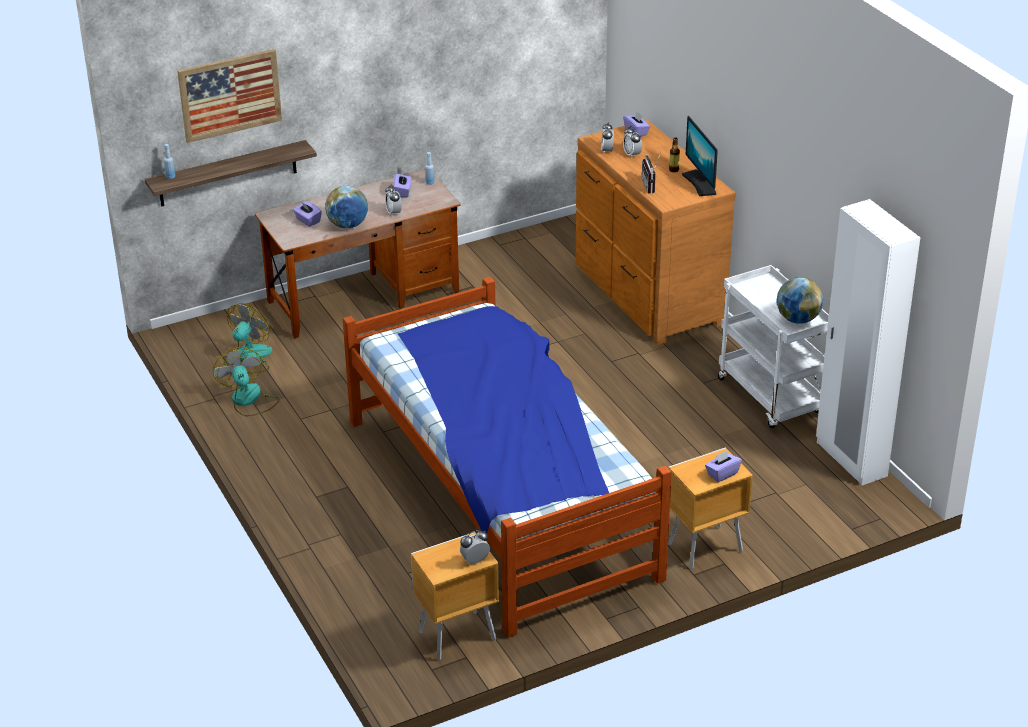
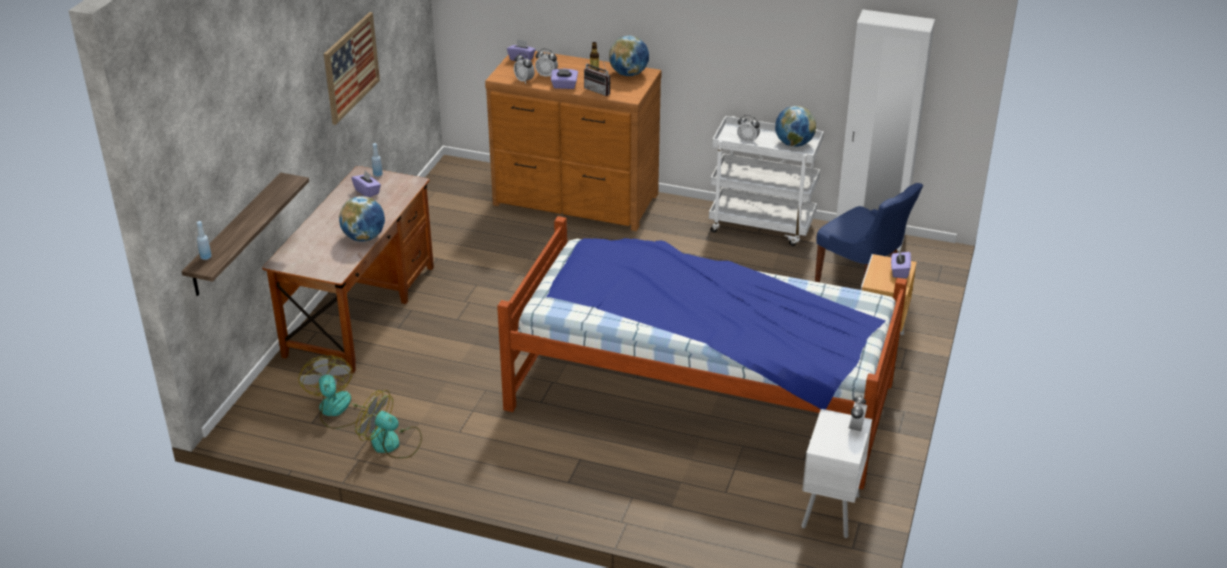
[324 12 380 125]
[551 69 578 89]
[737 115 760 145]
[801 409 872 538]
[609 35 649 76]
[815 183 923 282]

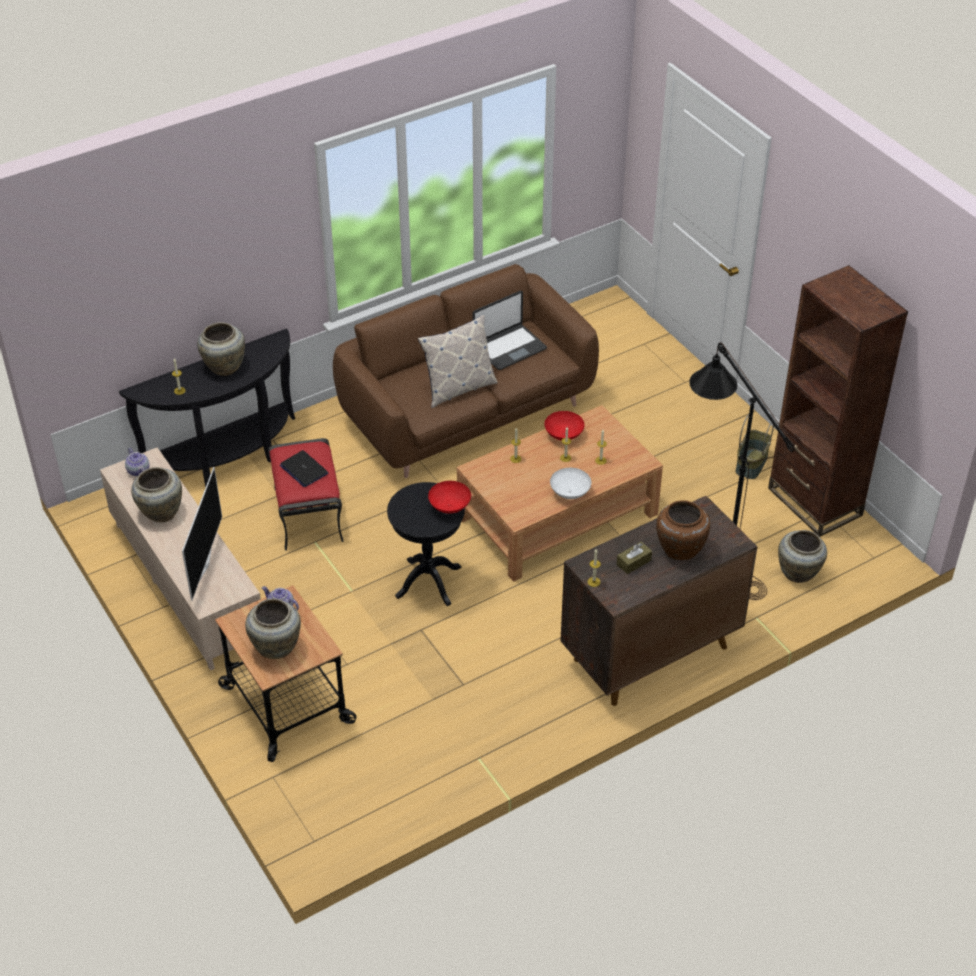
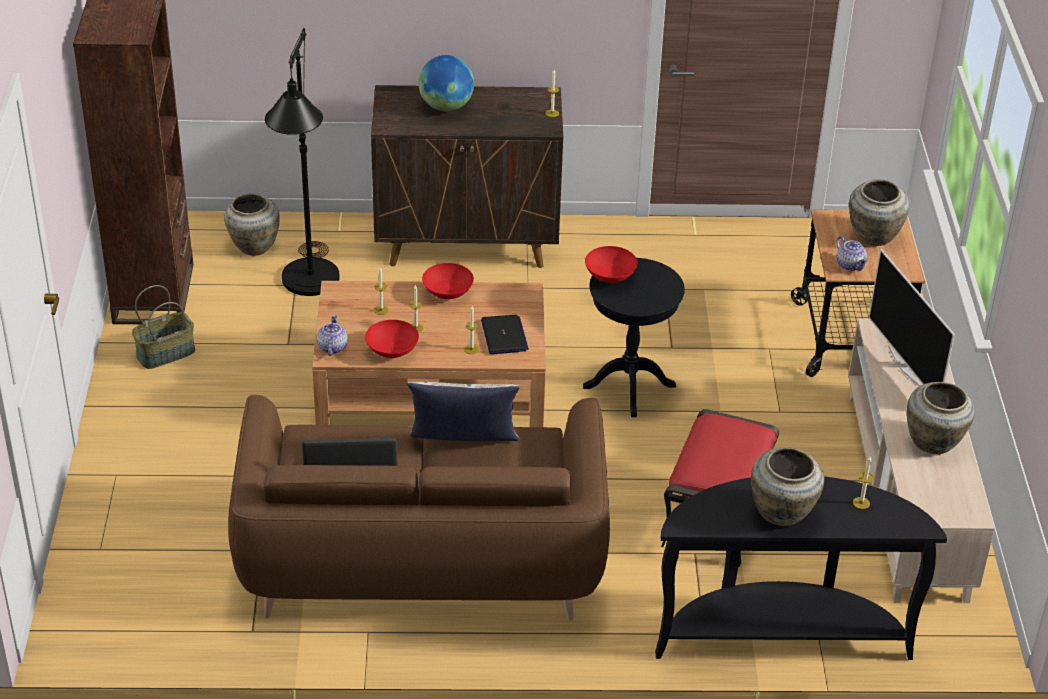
[317 315 348 356]
[869 249 955 386]
[481 315 529 354]
[422 263 474 299]
[617 542 652 574] (first image)
[418 55 474 111]

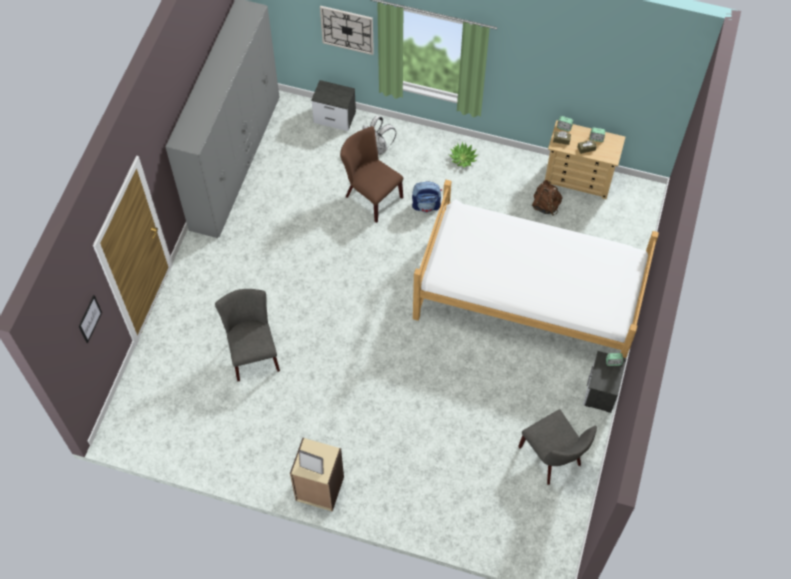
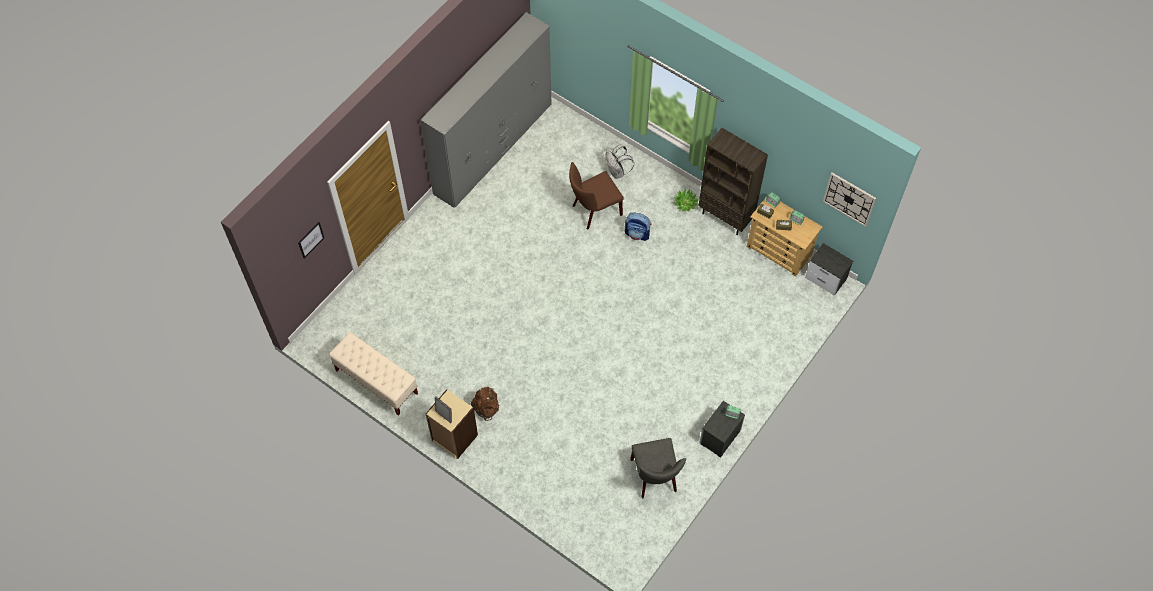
[215 289 280 382] (first image)
[805 243 853 296]
[823 173 876 227]
[569 162 624 229]
[413 180 659 358] (first image)
[470 387 499 421]
[329 332 418 416]
[698 128 768 235]

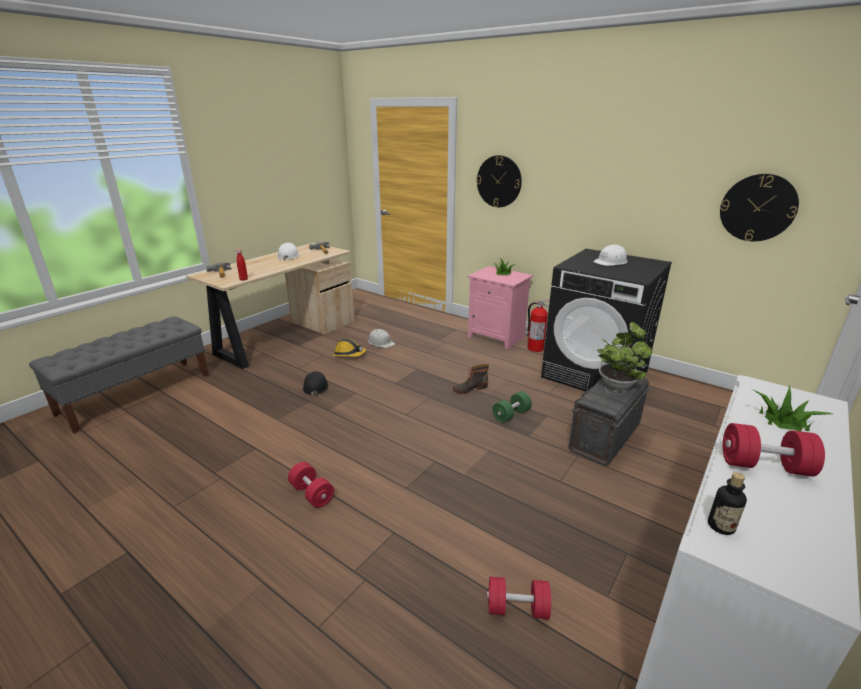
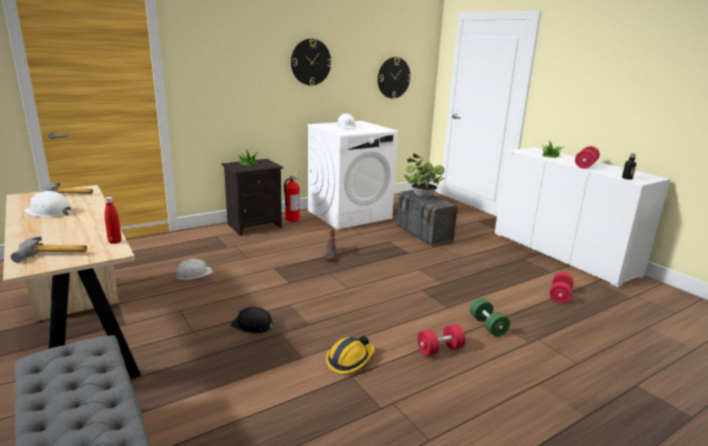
[326 335 374 374]
[222 159 283 236]
[291 39 332 85]
[470 298 510 336]
[307 121 398 230]

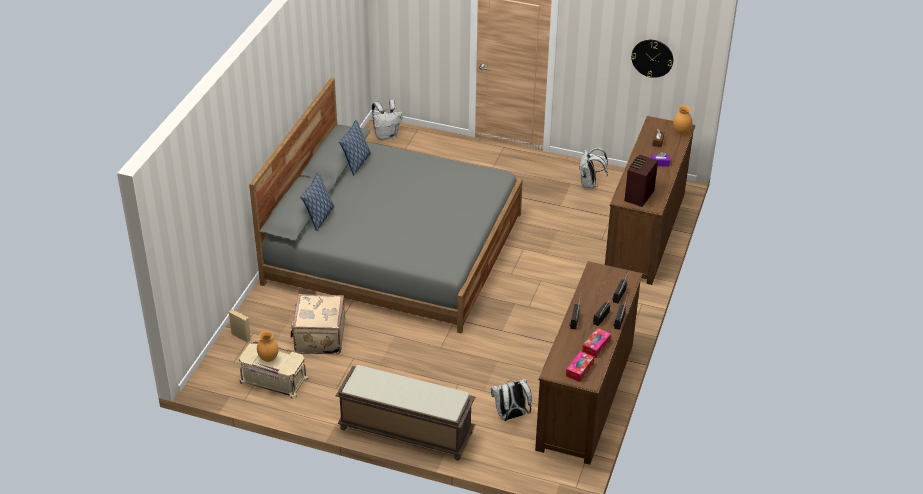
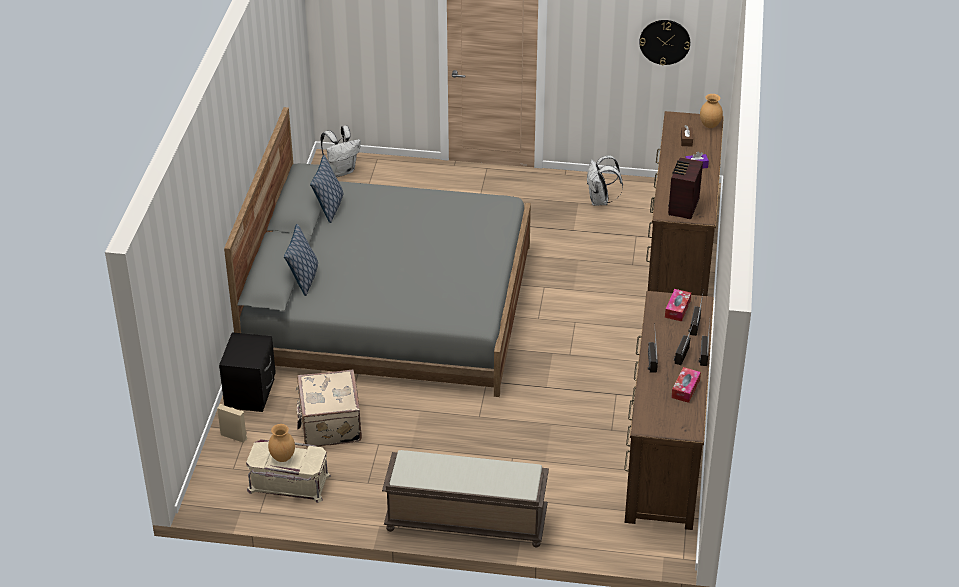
[491 379 532 421] (first image)
[665 289 691 322]
[219 332 276 412]

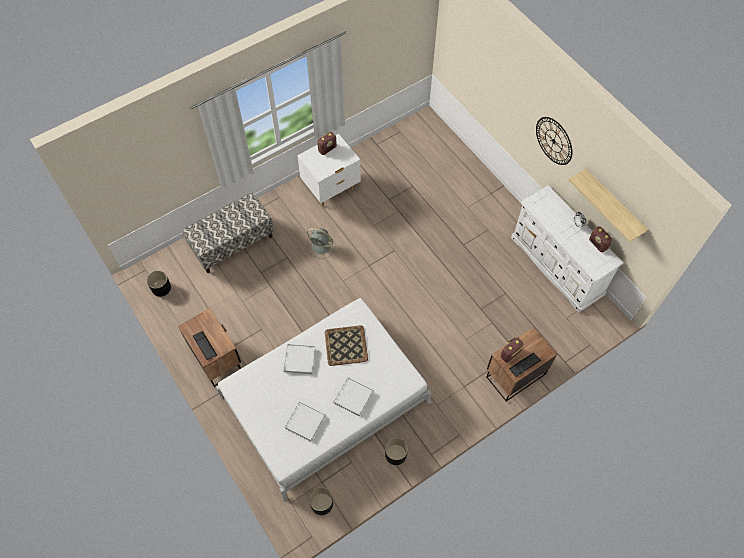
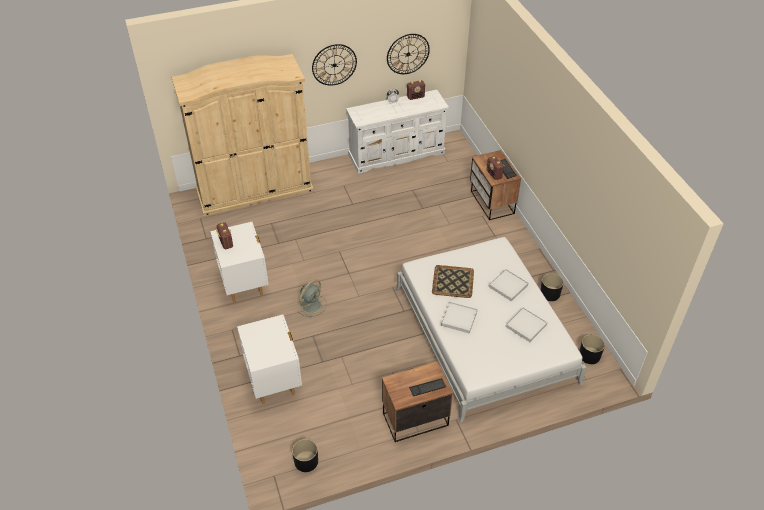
[237 314 302 404]
[387 34 430 74]
[171 54 314 216]

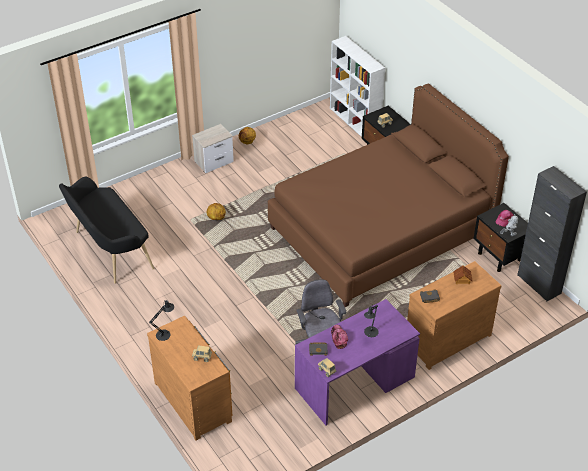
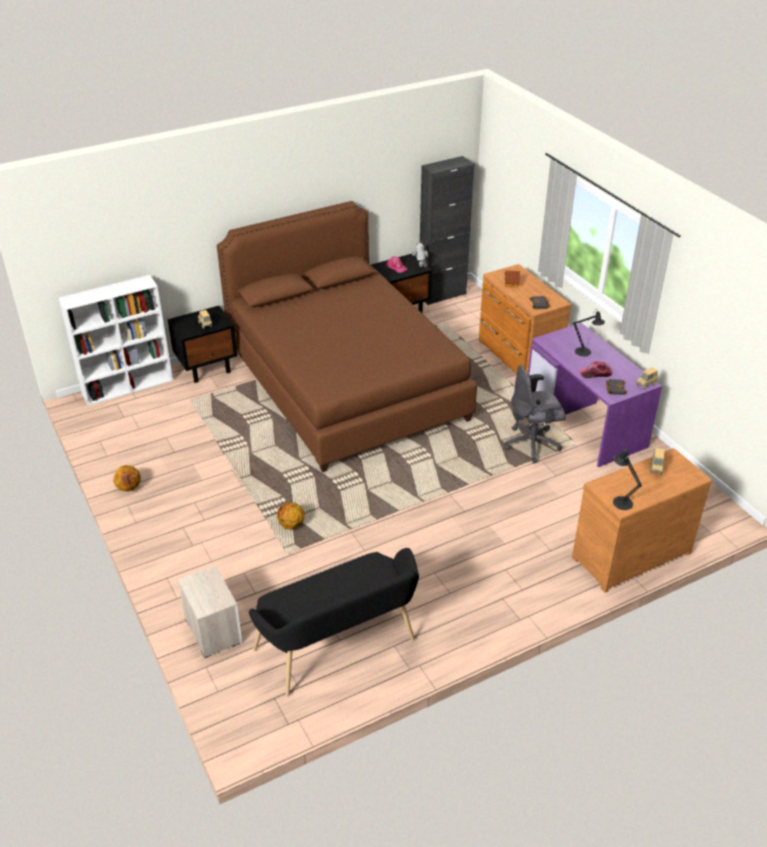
[178 565 242 658]

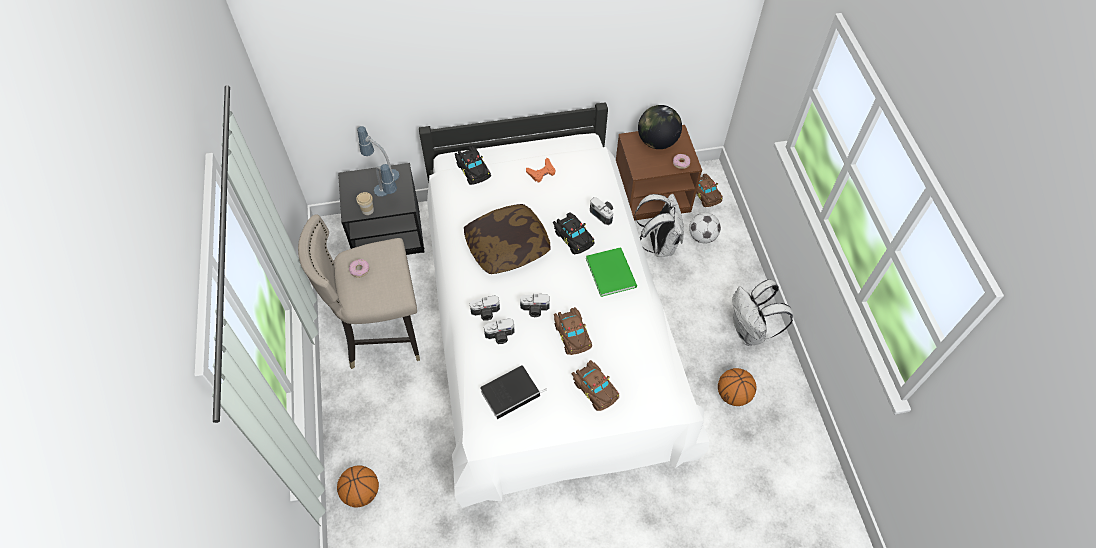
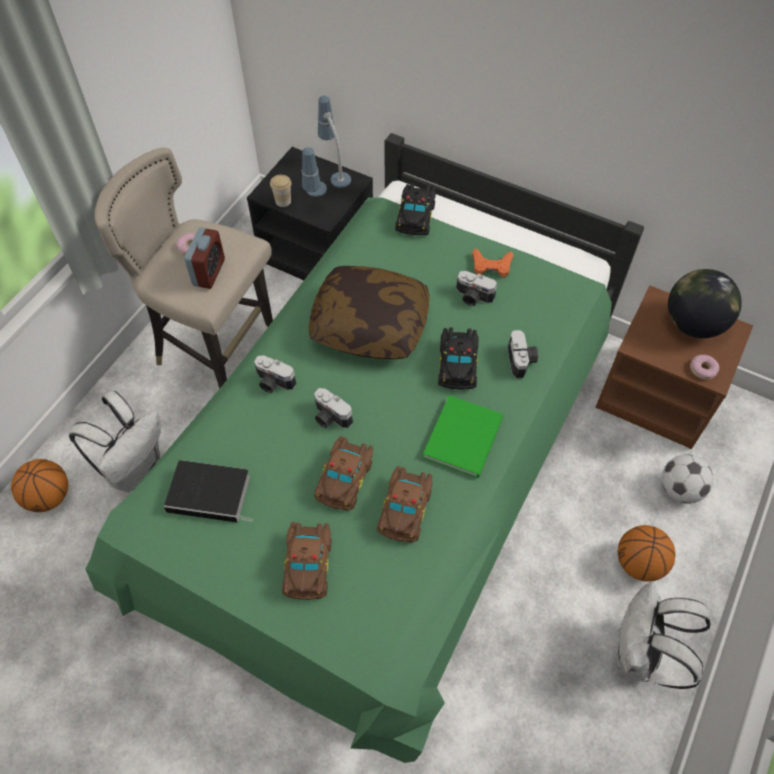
[85 133 644 763]
[456 271 497 306]
[69 391 161 492]
[377 466 433 542]
[618 525 676 582]
[184 228 225 289]

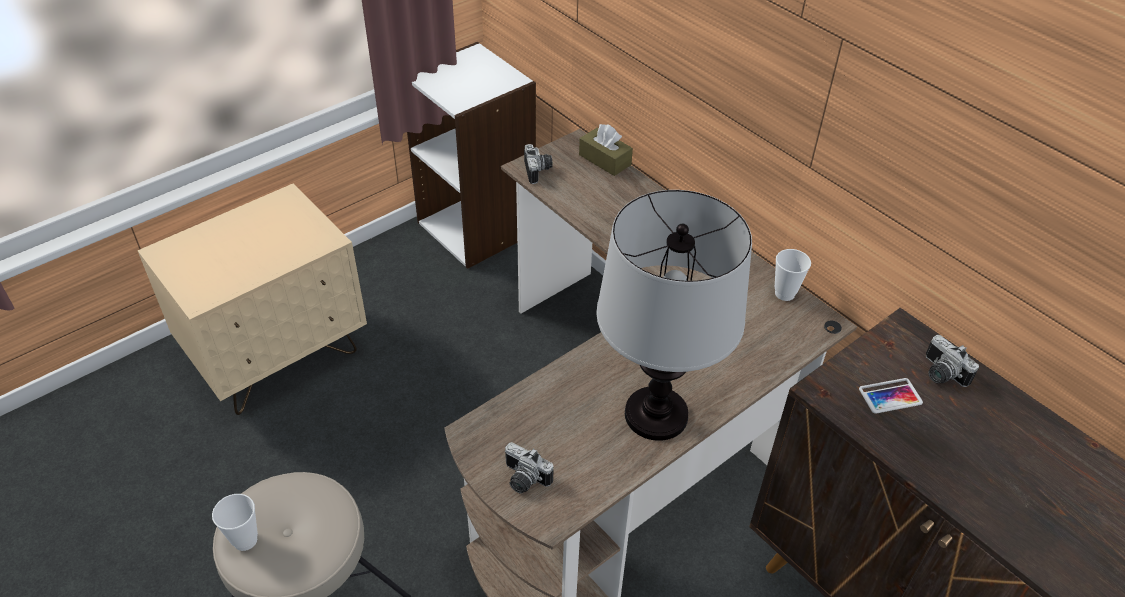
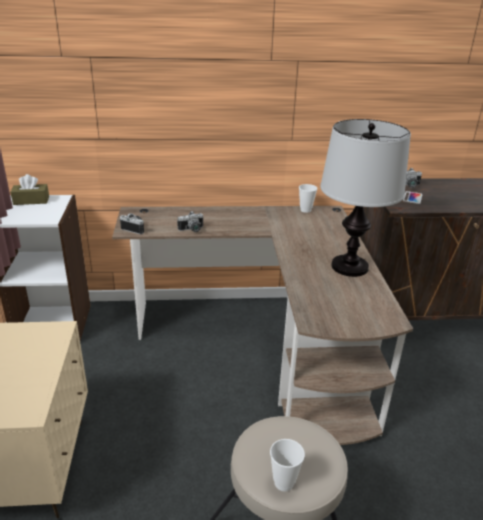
[177 211 203 232]
[11 174 49 205]

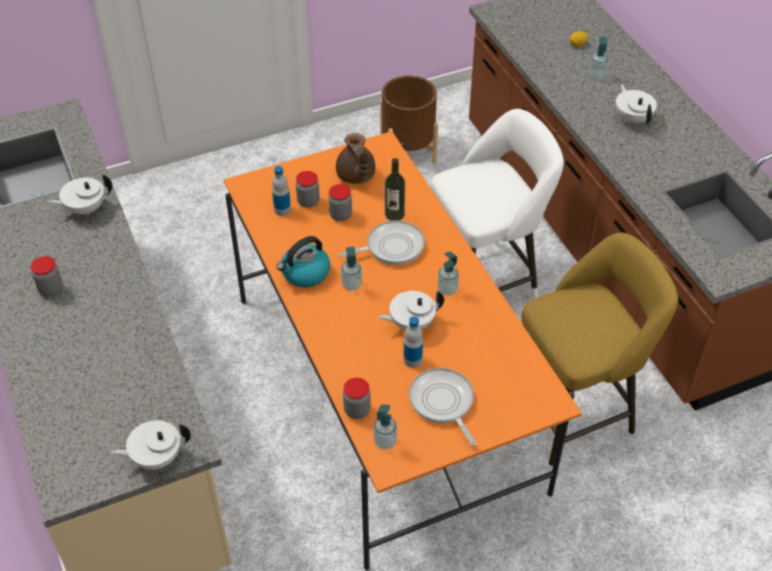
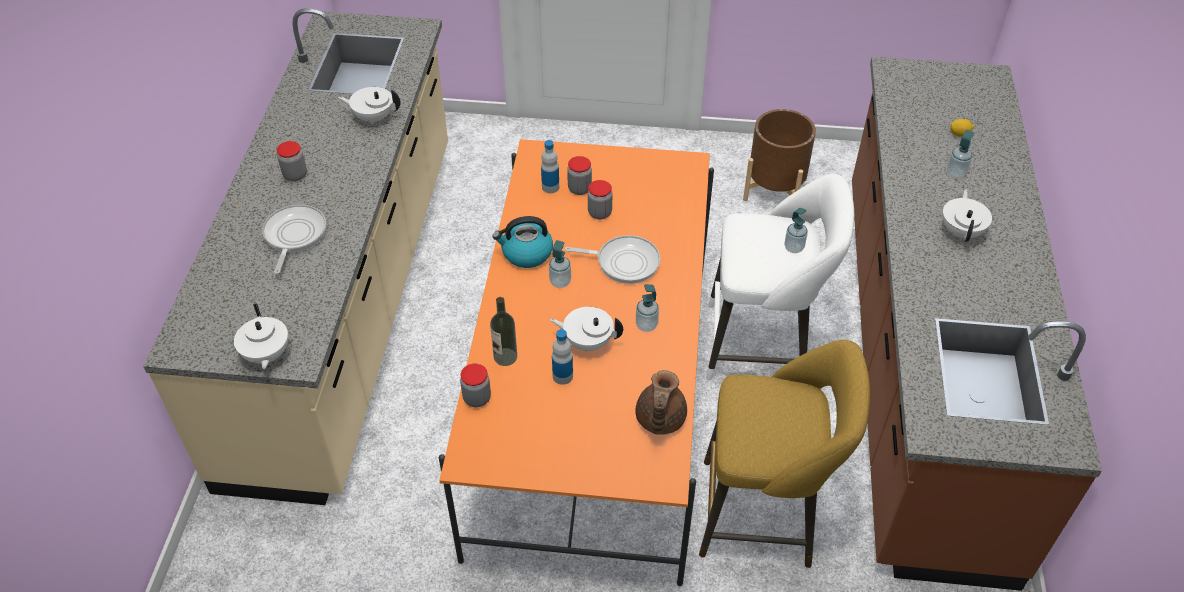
[234 303 288 369]
[635 370 687 435]
[784 208 808 253]
[490 297 517 366]
[262 204 326 274]

